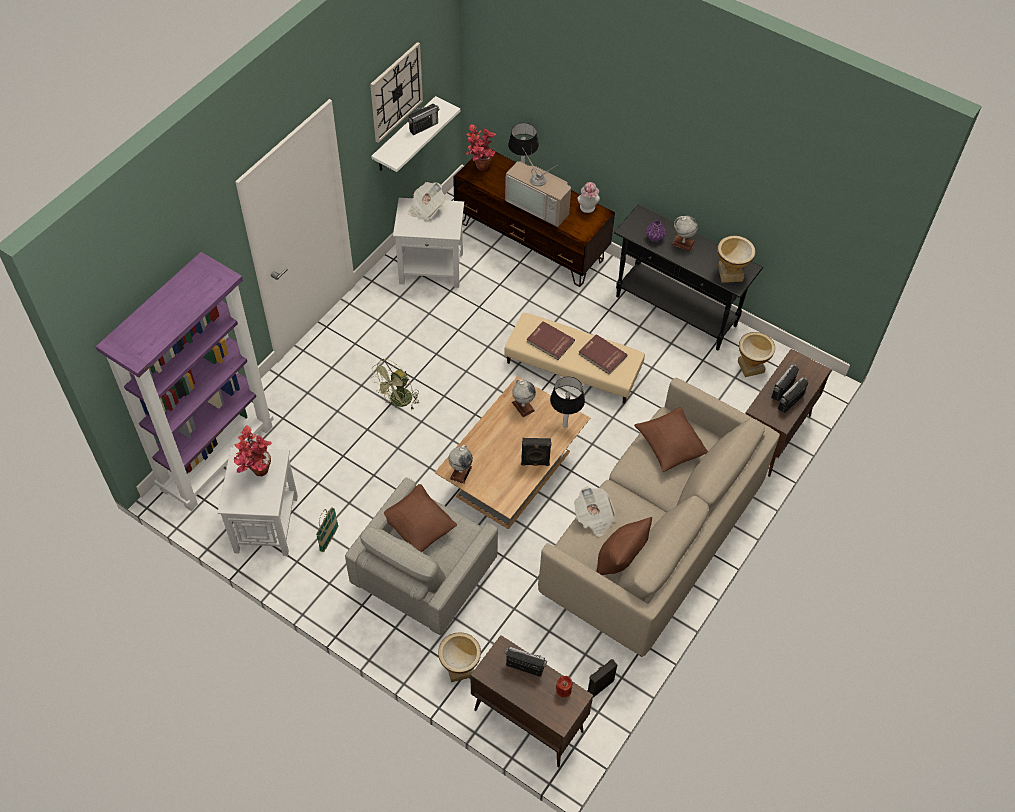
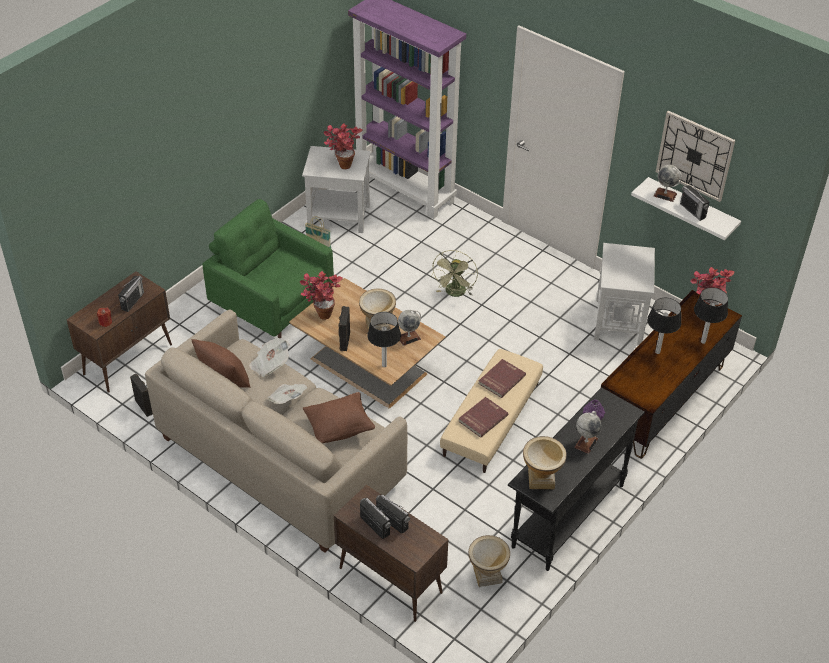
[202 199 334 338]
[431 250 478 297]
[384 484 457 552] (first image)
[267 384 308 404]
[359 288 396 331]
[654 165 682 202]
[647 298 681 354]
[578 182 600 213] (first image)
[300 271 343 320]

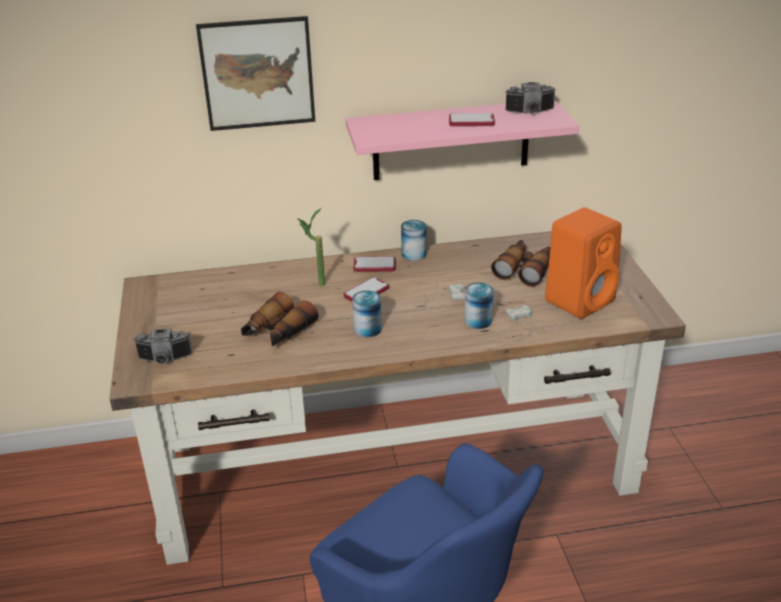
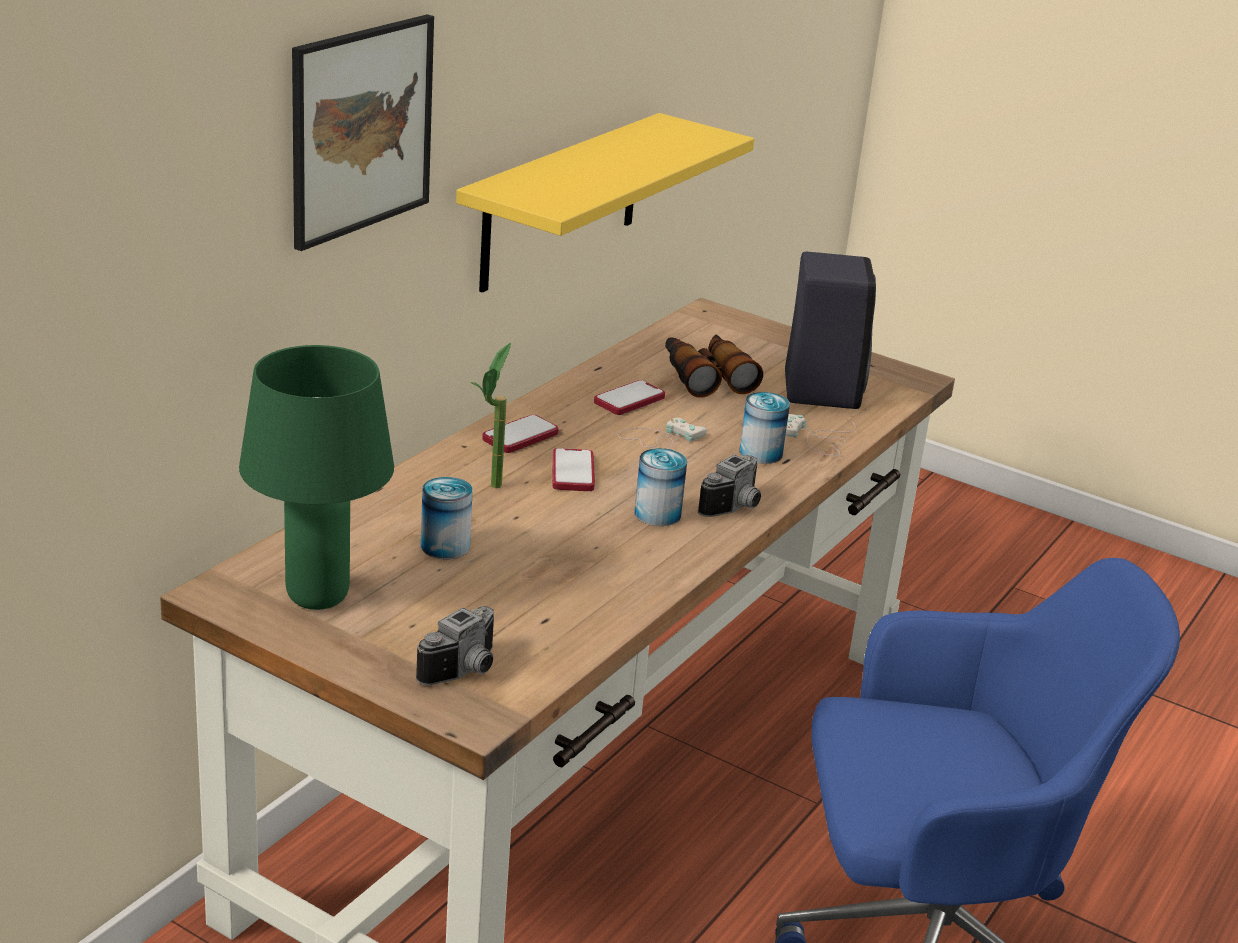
[241 292 319 347] (first image)
[456 113 754 293]
[421 477 473 559]
[594 380 665 415]
[698 455 761 517]
[785 252 876 409]
[239 345 394 610]

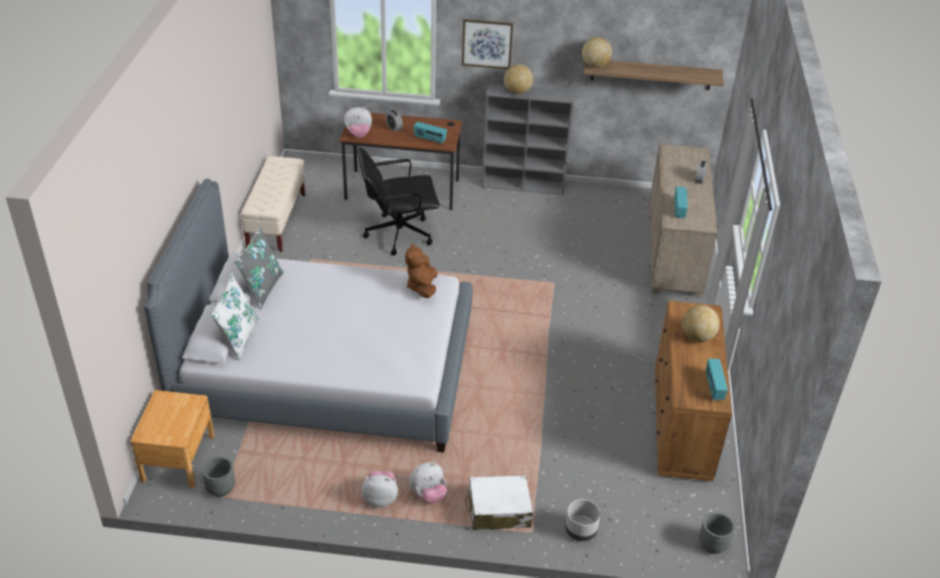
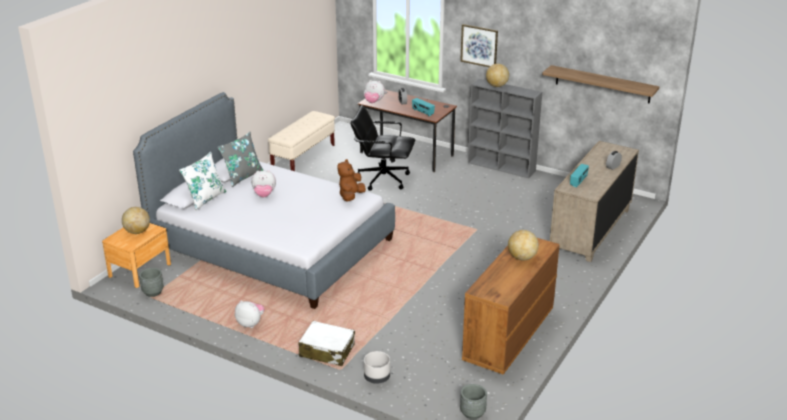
[251 170 276 197]
[122 207 150 234]
[706 359 728 400] (first image)

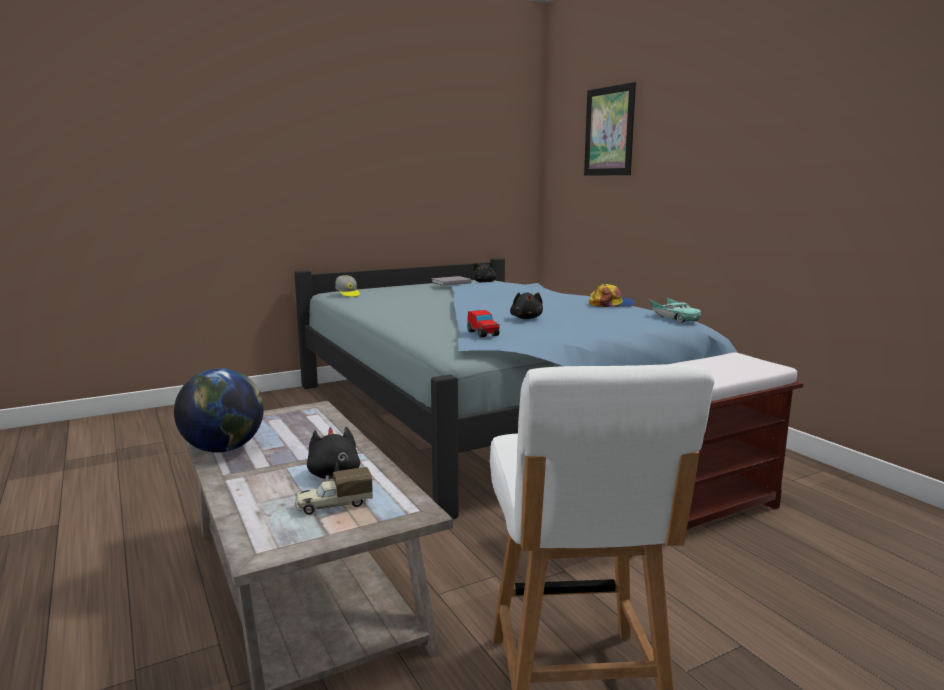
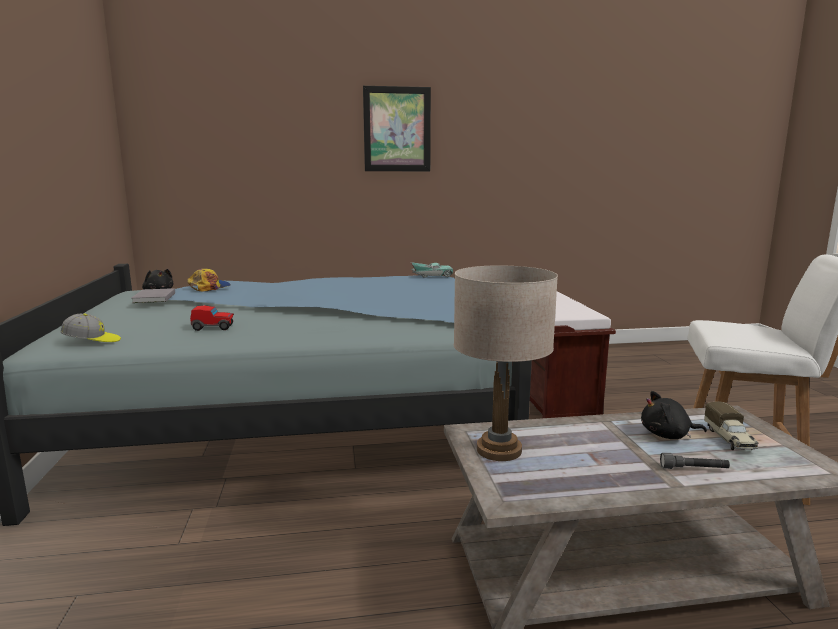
[174 368 264 453] (first image)
[190 305 234 331]
[510 292 543 319] (first image)
[363 86 431 171]
[187 269 231 291]
[454 265 558 461]
[660 453 730 469]

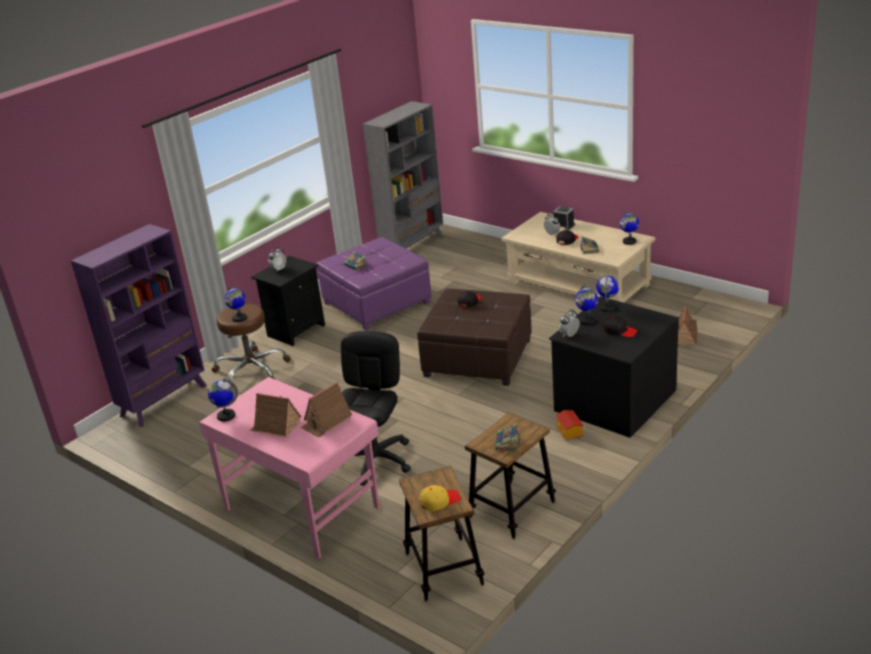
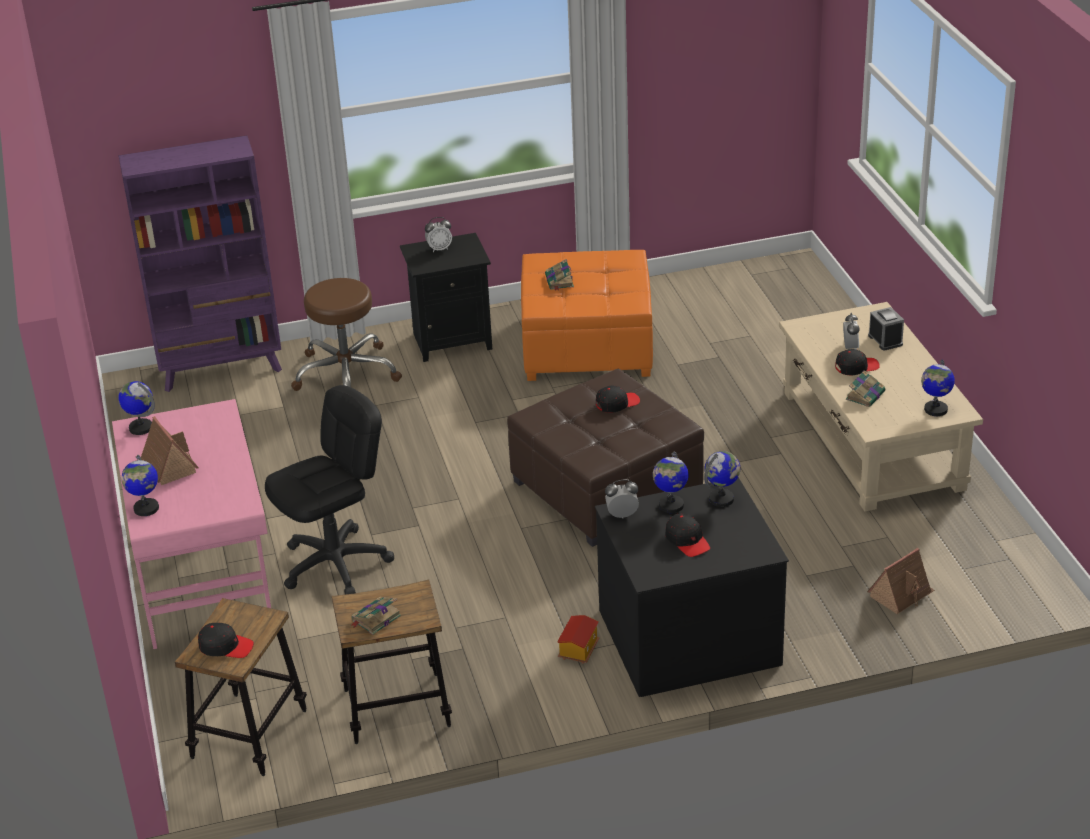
[121 455 159 516]
[301 382 352 438] (first image)
[521 250 653 381]
[363 101 444 249] (first image)
[198 622 254 658]

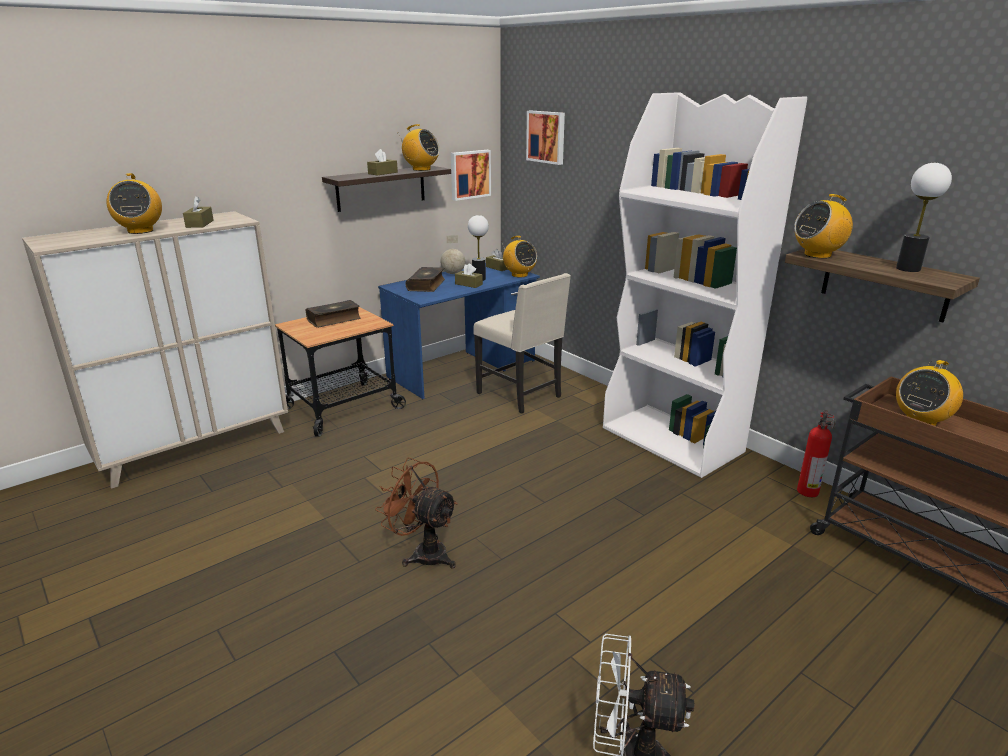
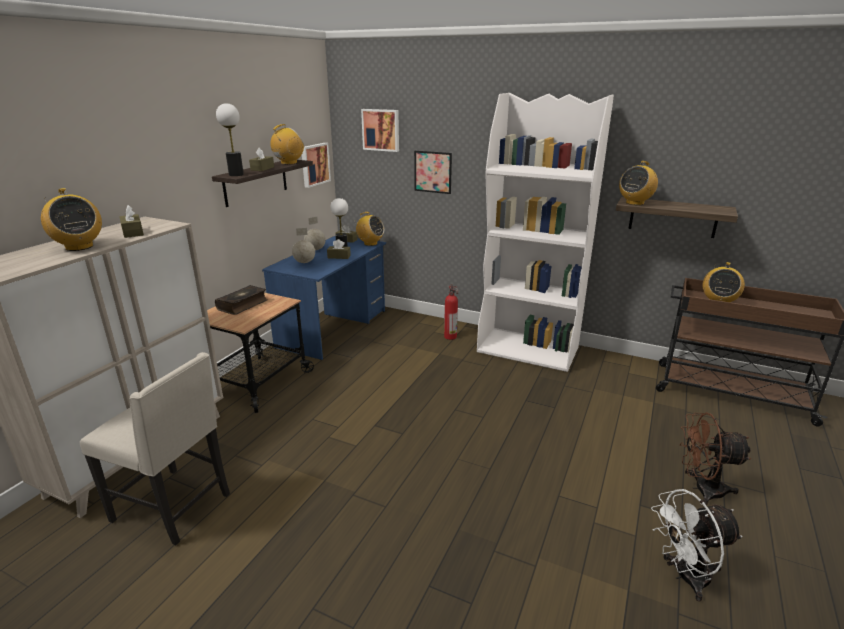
[680 412 751 505]
[270 124 304 165]
[292 228 315 263]
[80 352 230 545]
[444 284 458 340]
[216 103 244 176]
[414 151 452 194]

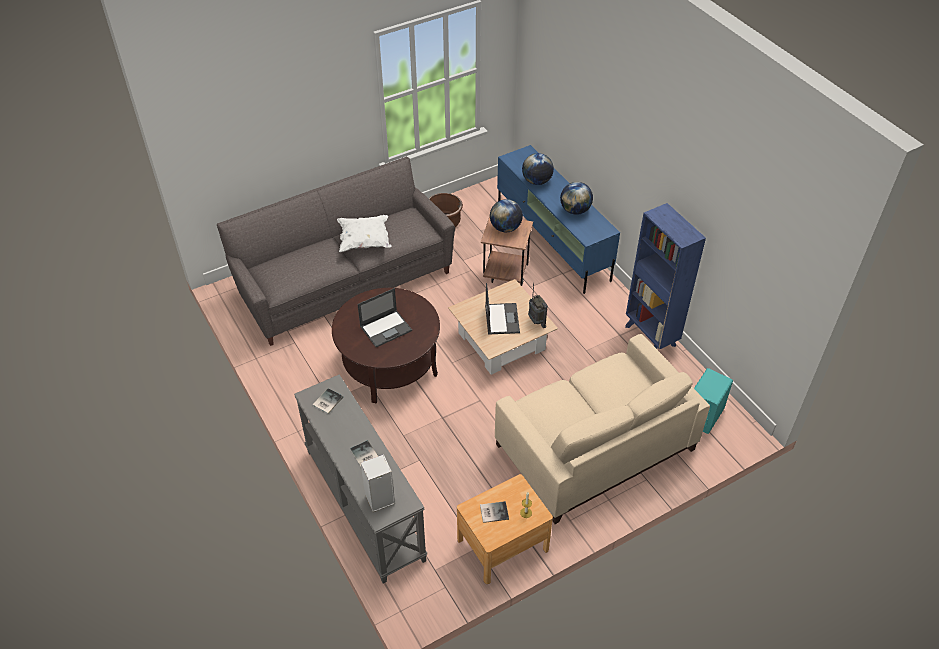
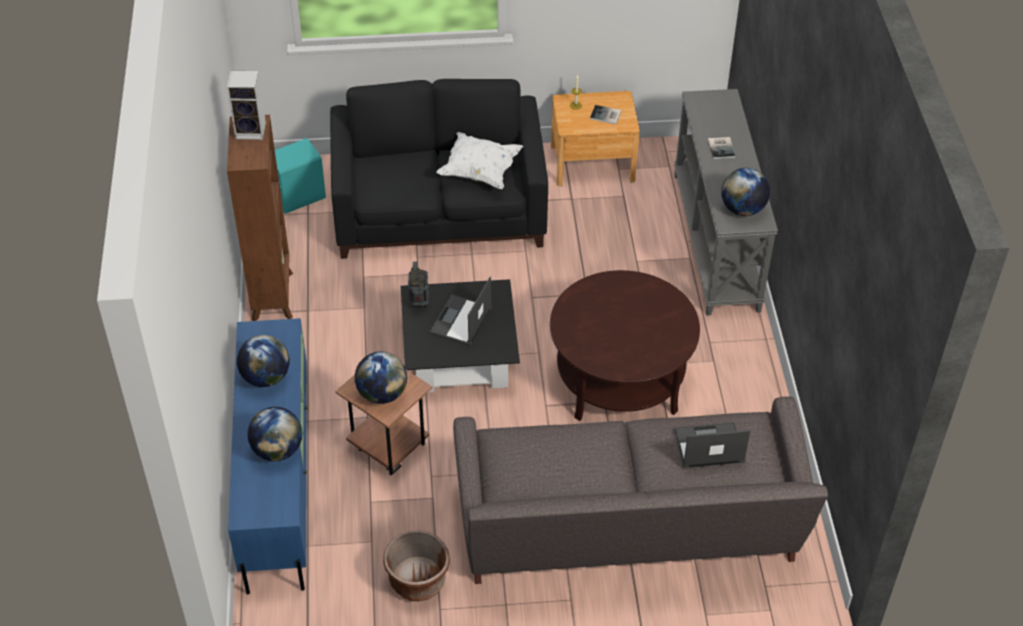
[721 168 770 216]
[436 132 523 189]
[674 422 750 468]
[227 71 266 140]
[401 279 520 392]
[330 79 548 259]
[227 115 293 321]

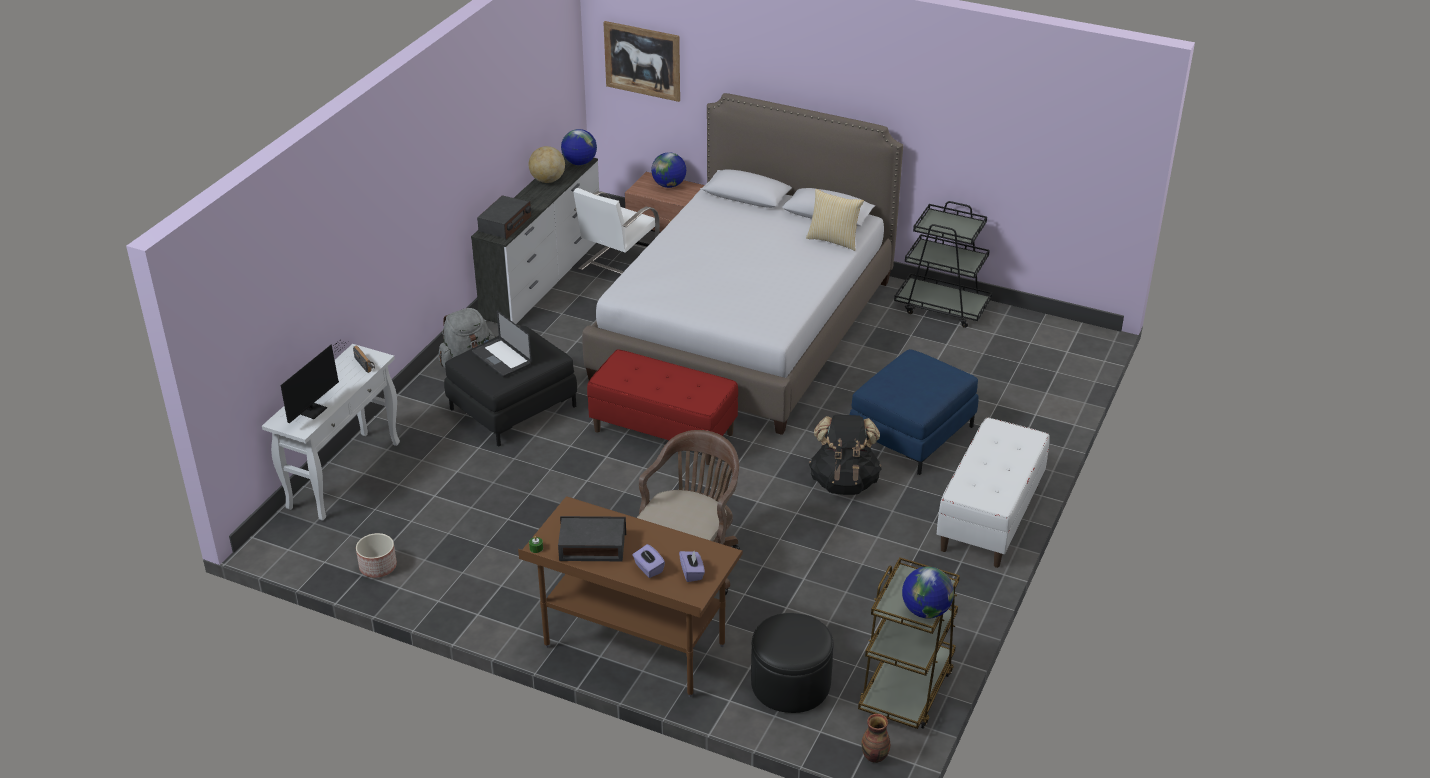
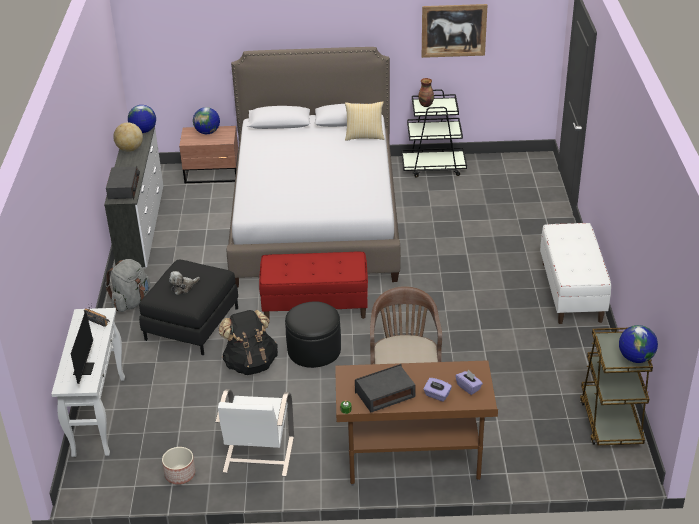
[169 271 200 295]
[215 389 294 477]
[422 4 487 58]
[285 301 341 368]
[219 310 278 375]
[850 349 979 475] (first image)
[418 78 434 107]

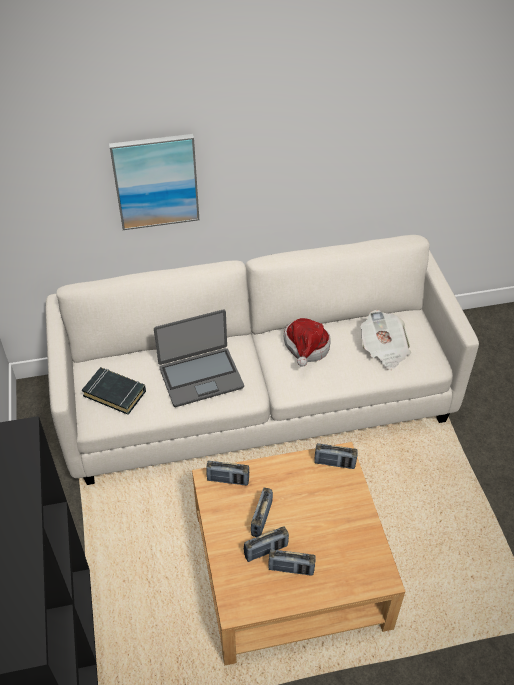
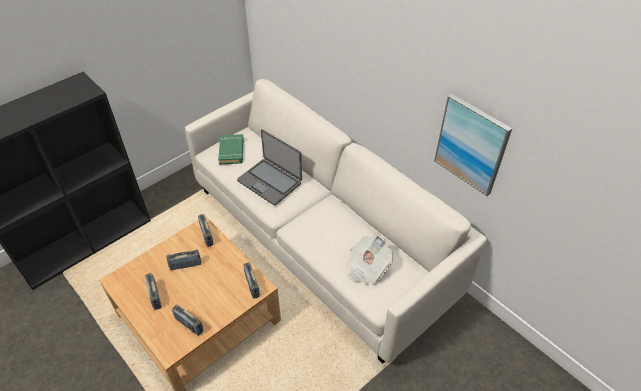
[218 134 244 165]
[434 94 512 196]
[172 305 203 336]
[284 318 331 367] (first image)

